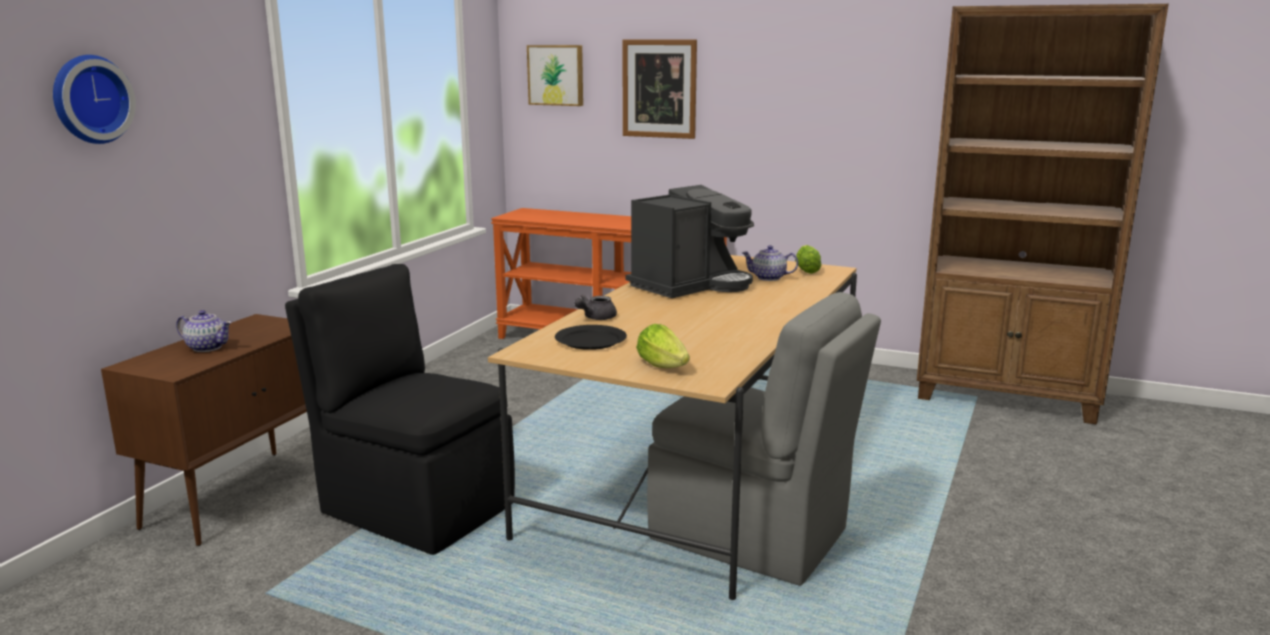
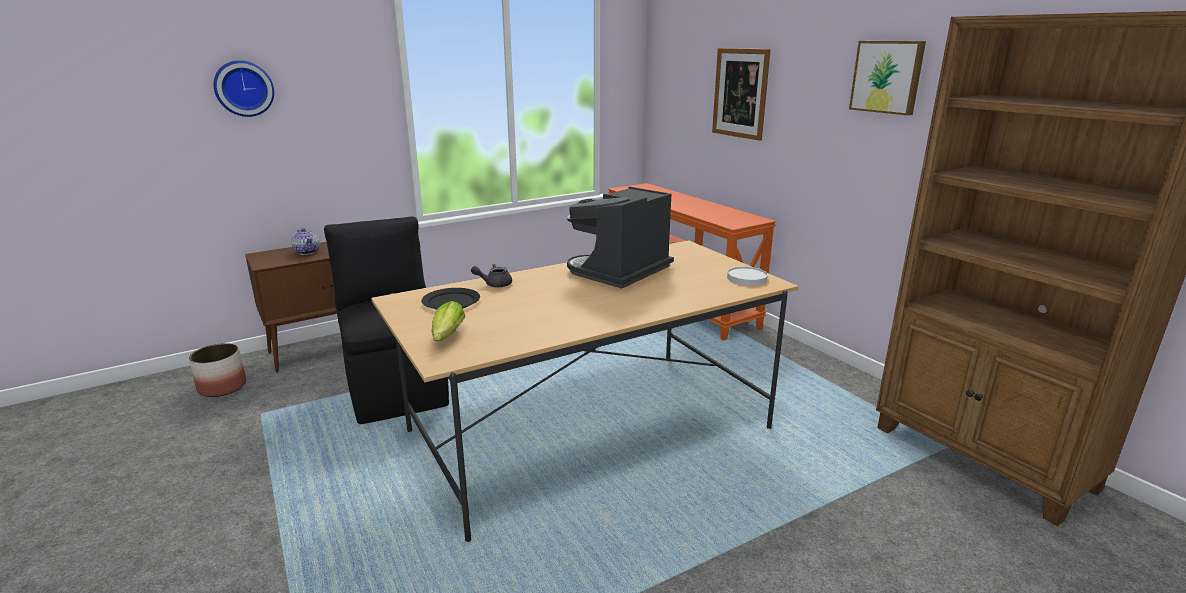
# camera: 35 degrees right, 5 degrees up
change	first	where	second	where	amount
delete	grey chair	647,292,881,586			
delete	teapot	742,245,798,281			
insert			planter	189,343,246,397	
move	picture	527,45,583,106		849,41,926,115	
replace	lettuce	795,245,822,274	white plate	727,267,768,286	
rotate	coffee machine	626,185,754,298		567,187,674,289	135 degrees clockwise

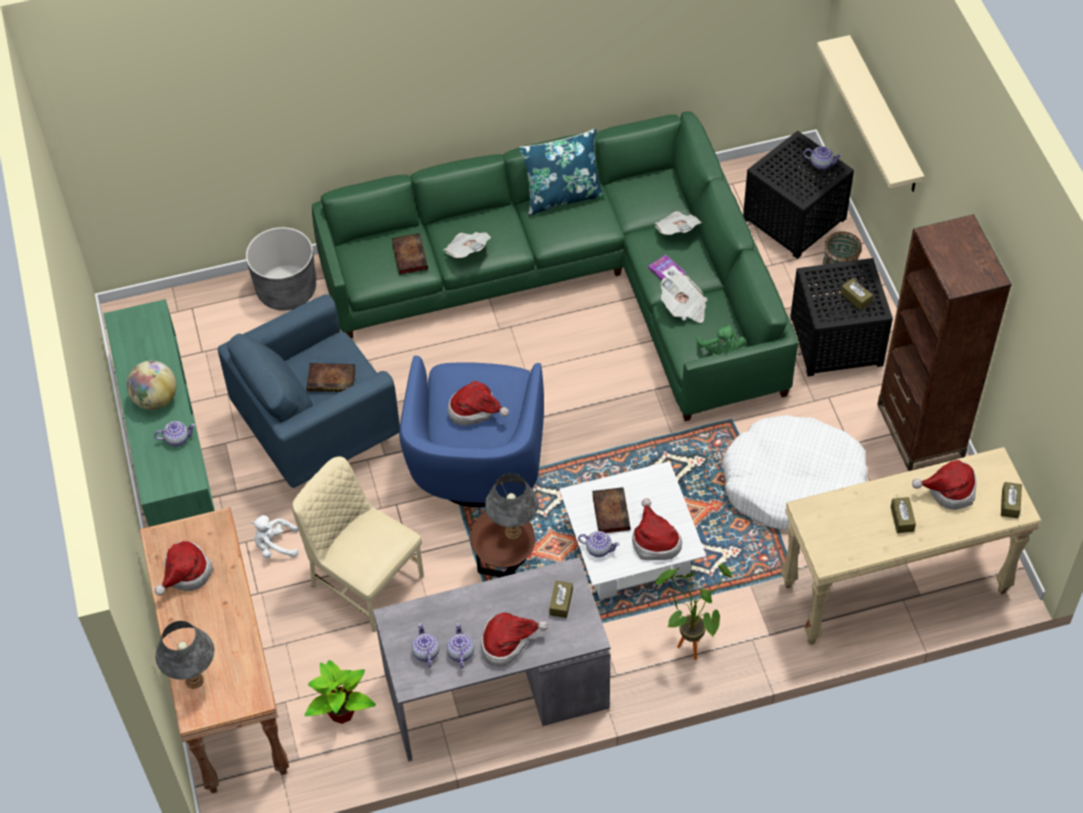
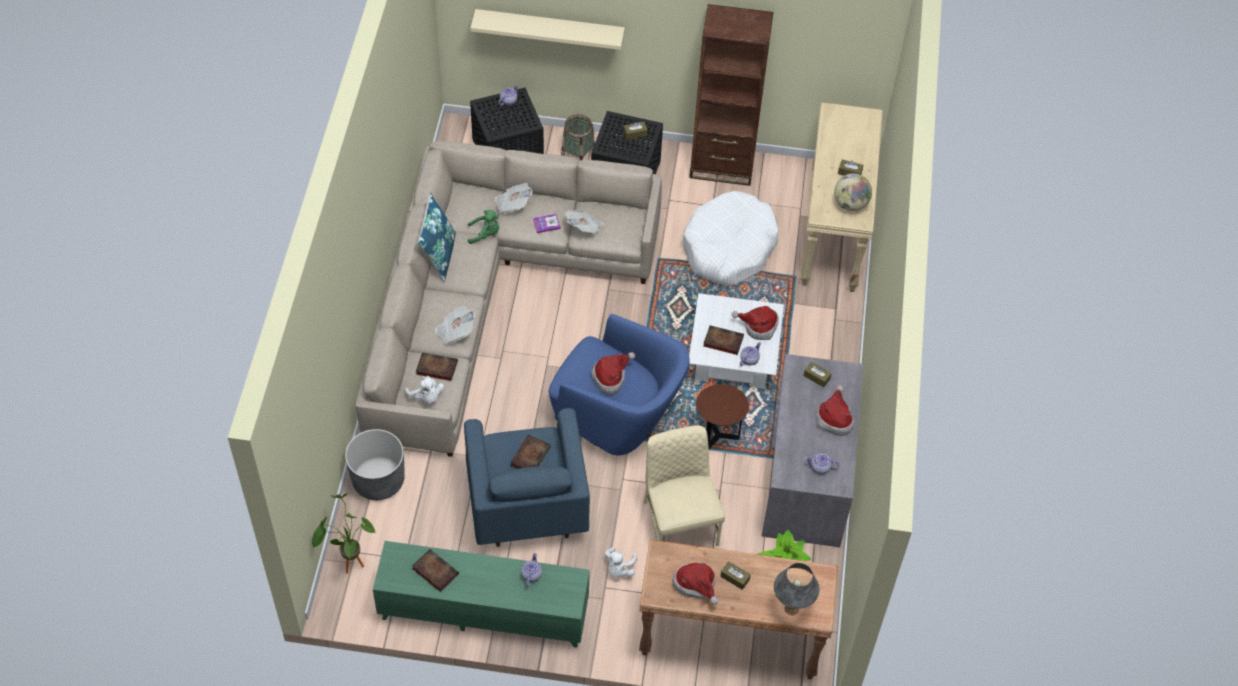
# camera: 70 degrees left, 0 degrees up
change	first	where	second	where	amount
delete	teapot	446,623,474,668			
delete	grey table lamp	485,473,539,540			
delete	hat	912,460,977,510			
insert			white plush toy	405,376,444,403	
insert			book	412,549,459,592	
move	globe	126,361,177,410		834,173,872,211	
move	potted plant	655,563,732,660		312,493,376,574	
move	green plush toy	697,324,745,354		468,210,499,244	
move	brown tissue box	1001,482,1022,518		720,561,751,590	
recolor	green sofa	312,112,799,421	beige sofa	356,141,662,457	
rotate	beige chair	292,457,424,633		644,425,725,546	105 degrees clockwise

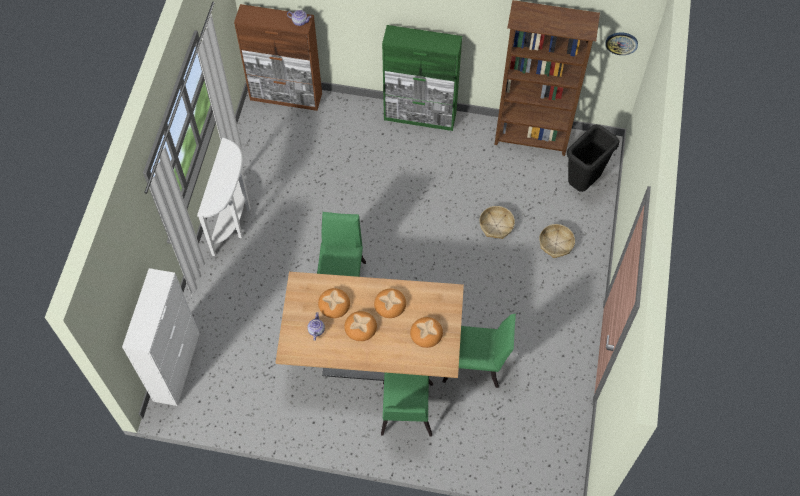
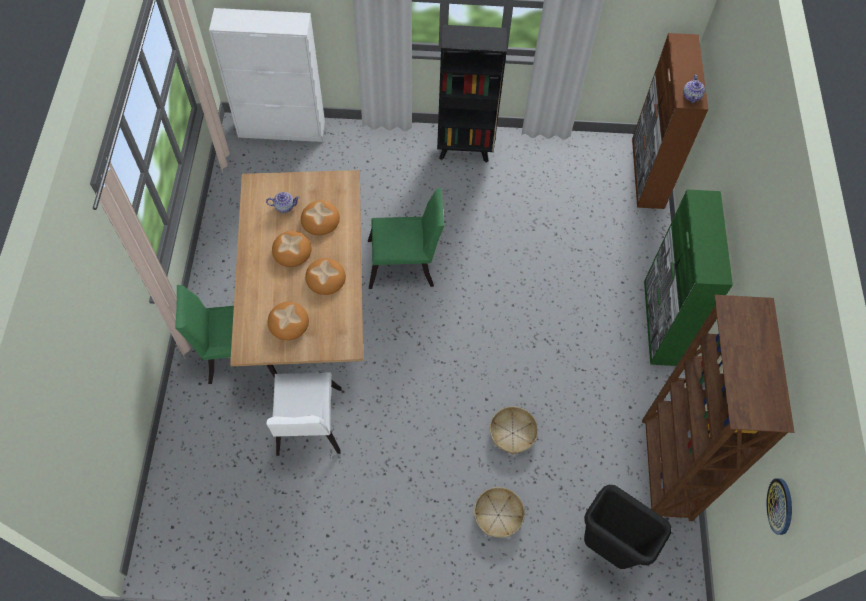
# camera: 80 degrees right, 0 degrees up
change	first	where	second	where	amount
replace	white console table	197,137,251,256	black bookcase	437,25,507,163	
recolor	green chair	443,314,516,388	white chair	266,372,342,456	

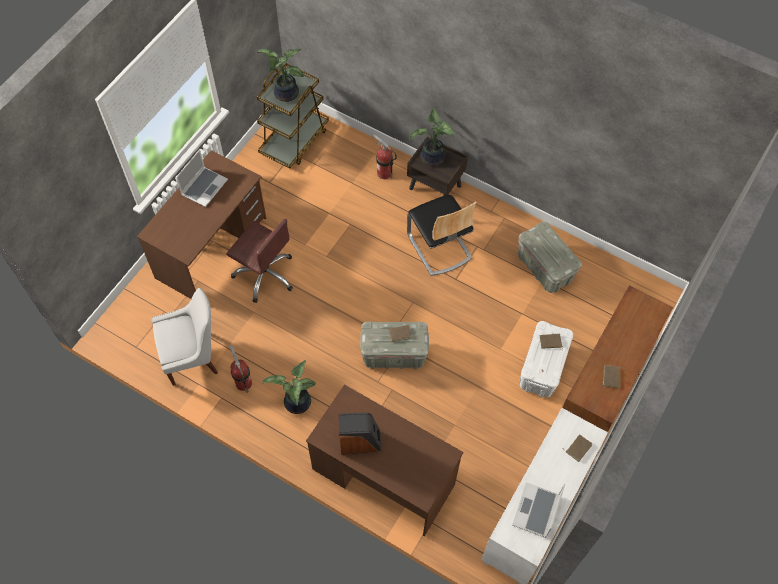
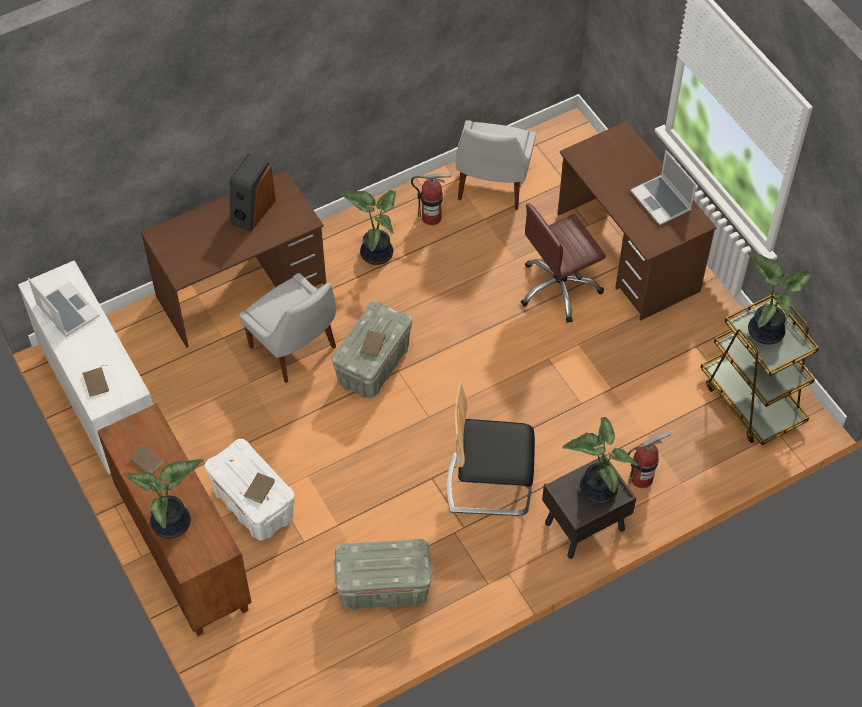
# camera: 120 degrees right, 5 degrees down
change	first	where	second	where	amount
insert			potted plant	125,459,204,539	
insert			white chair	239,273,336,383	

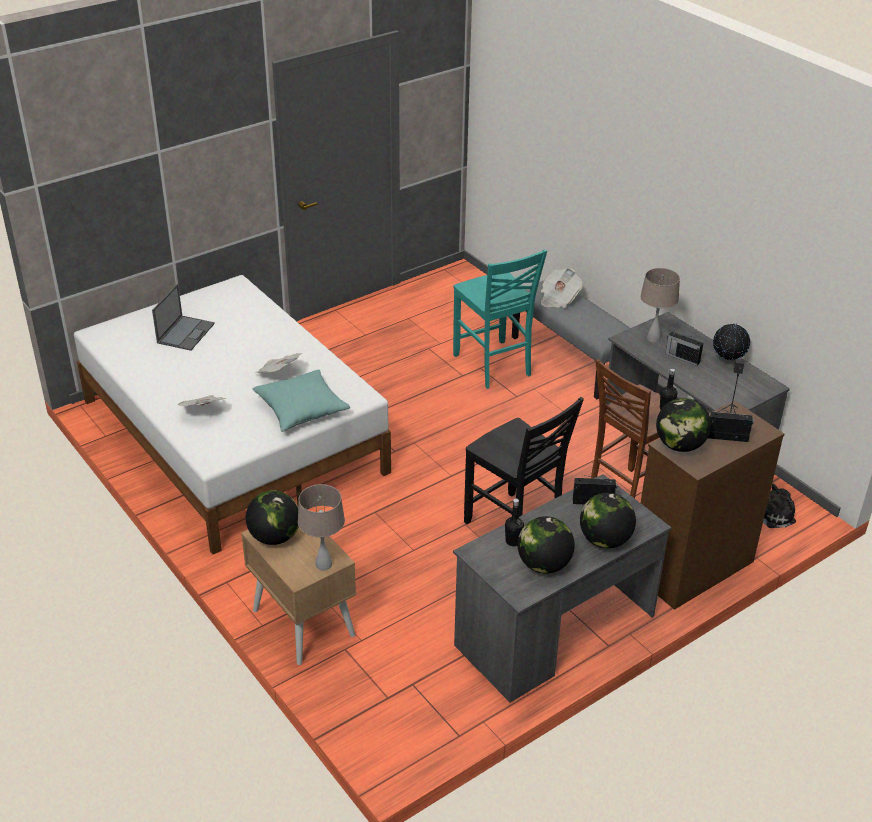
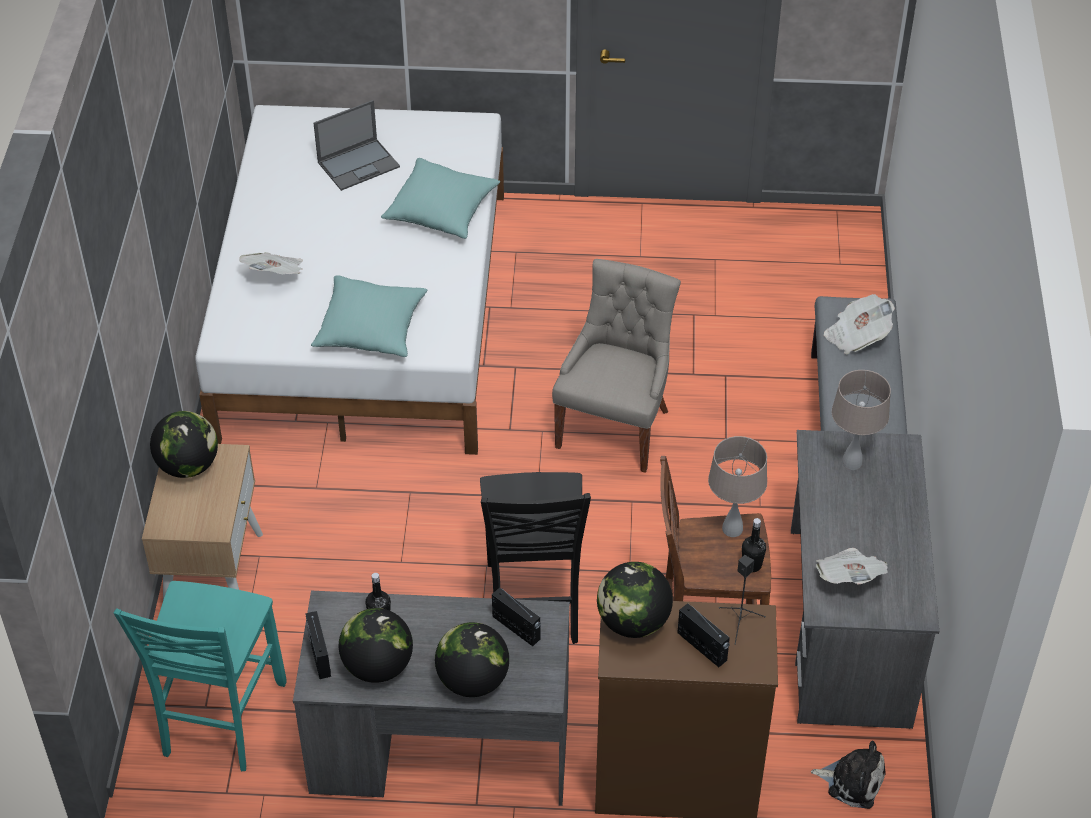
# camera: 40 degrees right, 10 degrees up
change	first	where	second	where	amount
delete	globe	713,323,750,361			
insert			turquoise pillow	381,158,500,239	
insert			grey chair	552,259,681,473	
move	newspaper	256,353,302,373		816,548,888,584	
move	beige table lamp	298,484,345,571		708,436,767,537	
move	turquoise chair	453,249,547,389		114,581,287,771	
move	radio	666,332,703,366		305,611,331,679	

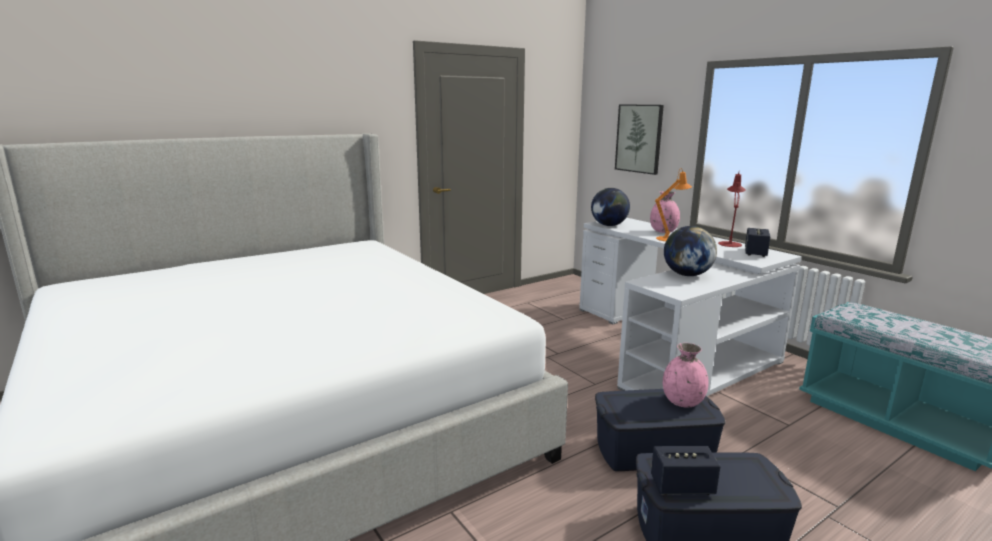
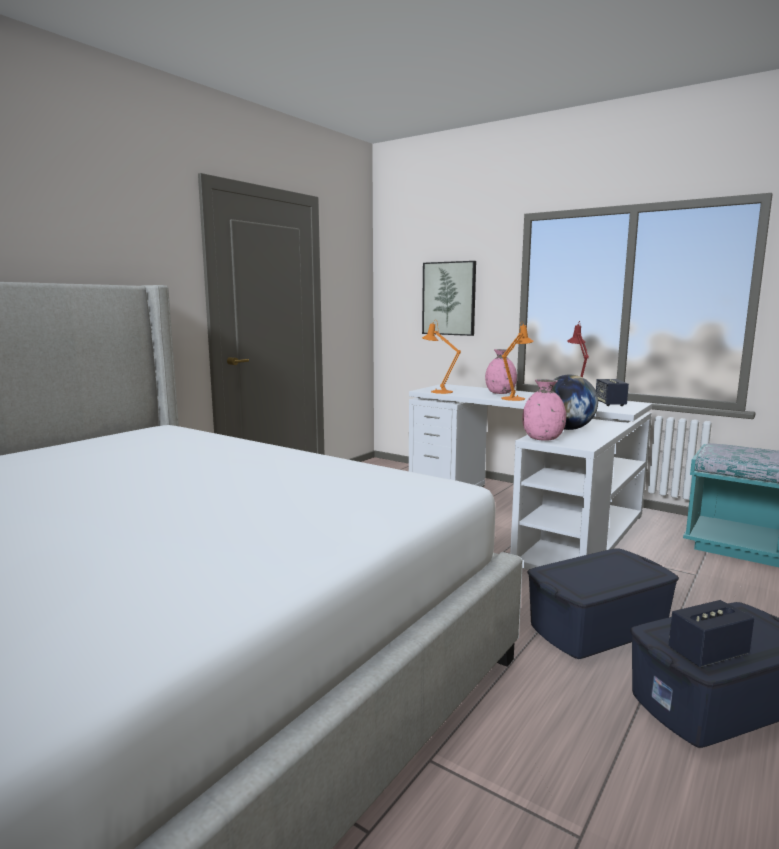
# camera: 20 degrees left, 5 degrees down
change	first	where	second	where	amount
move	pink vase	663,343,709,408		522,379,566,441	
replace	globe	591,188,630,226	orange table lamp	422,320,461,394	

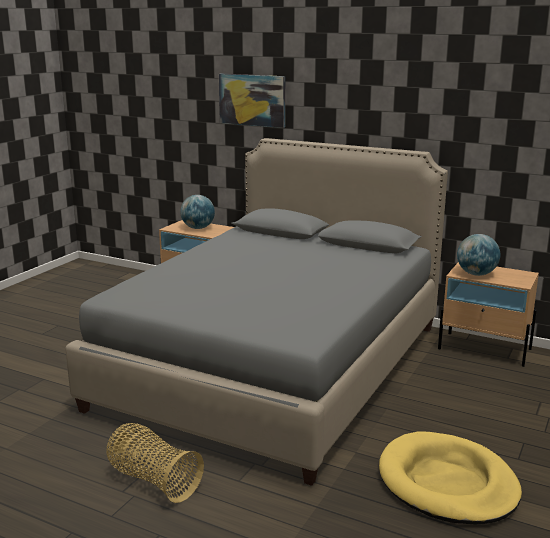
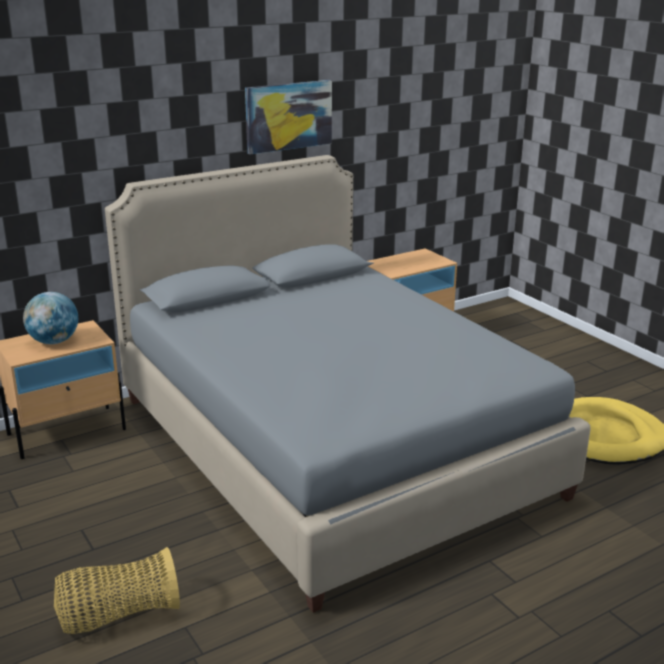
# camera: 60 degrees left, 5 degrees up
change	first	where	second	where	amount
delete	globe	457,234,500,276			
move	basket	106,423,204,503		54,547,180,634	
move	picture	219,74,285,128		245,80,332,155	

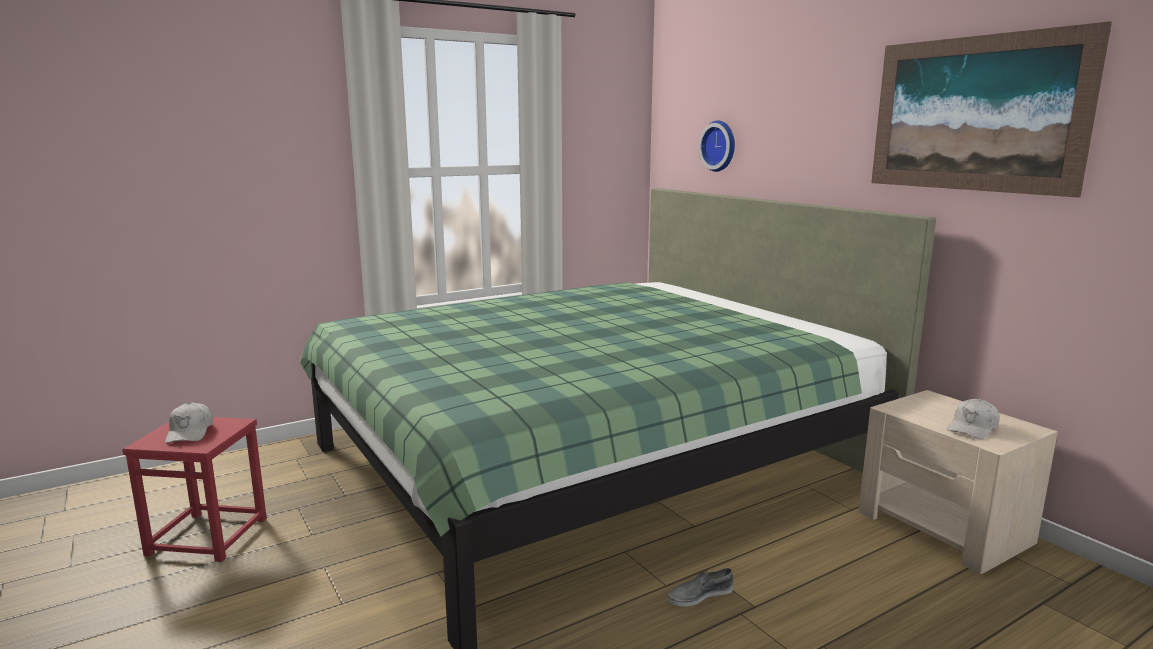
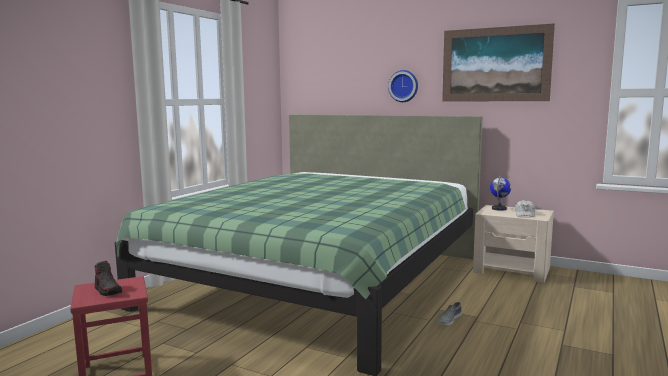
# camera: 30 degrees left, 5 degrees down
change	first	where	second	where	amount
insert			globe	490,176,511,211	
move	wall clock	698,121,735,172		388,70,418,102	
replace	white cap	165,402,213,443	shoe	94,261,122,296	

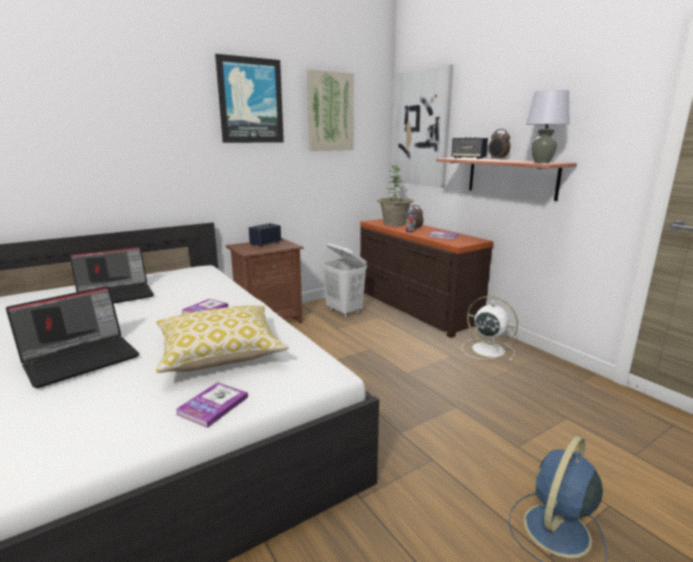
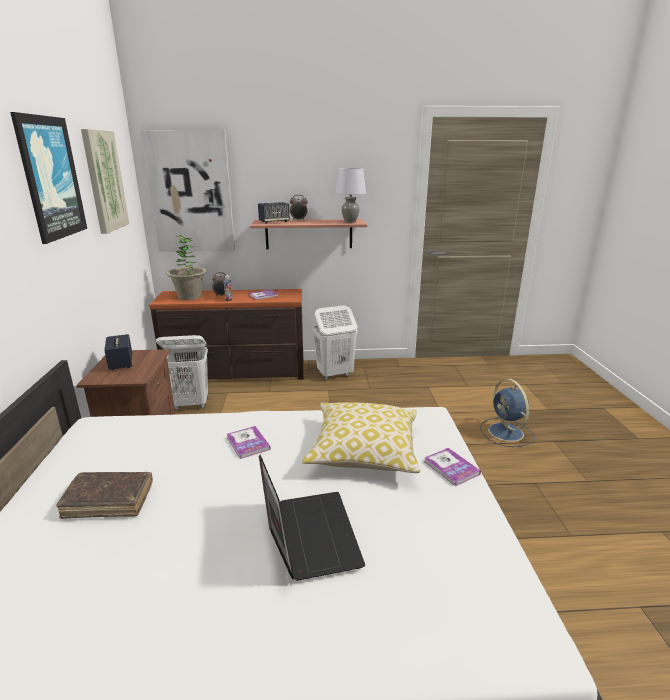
# camera: 60 degrees left, 5 degrees up
change	first	where	second	where	amount
replace	laptop	69,246,154,303	brown book	56,472,153,519	
replace	white fan	461,296,518,361	white laundry basket	312,305,358,380	

